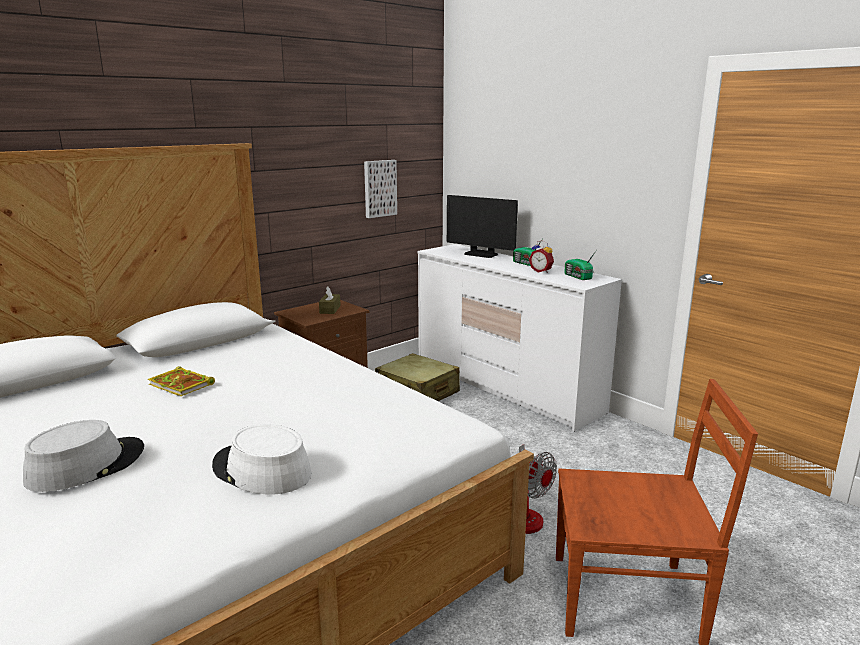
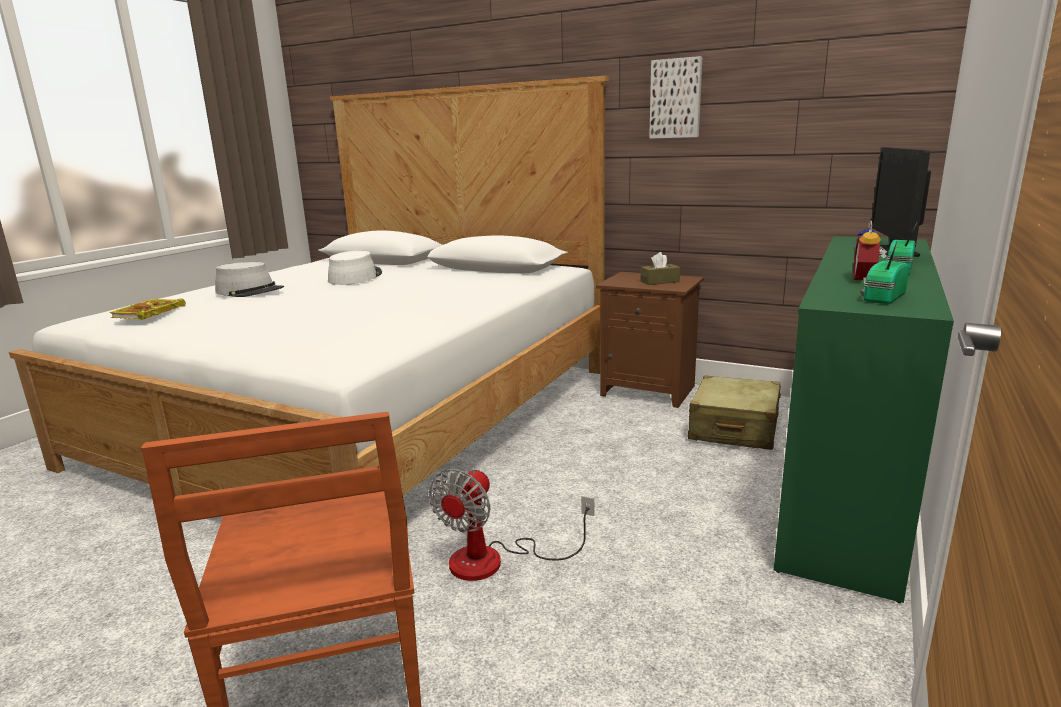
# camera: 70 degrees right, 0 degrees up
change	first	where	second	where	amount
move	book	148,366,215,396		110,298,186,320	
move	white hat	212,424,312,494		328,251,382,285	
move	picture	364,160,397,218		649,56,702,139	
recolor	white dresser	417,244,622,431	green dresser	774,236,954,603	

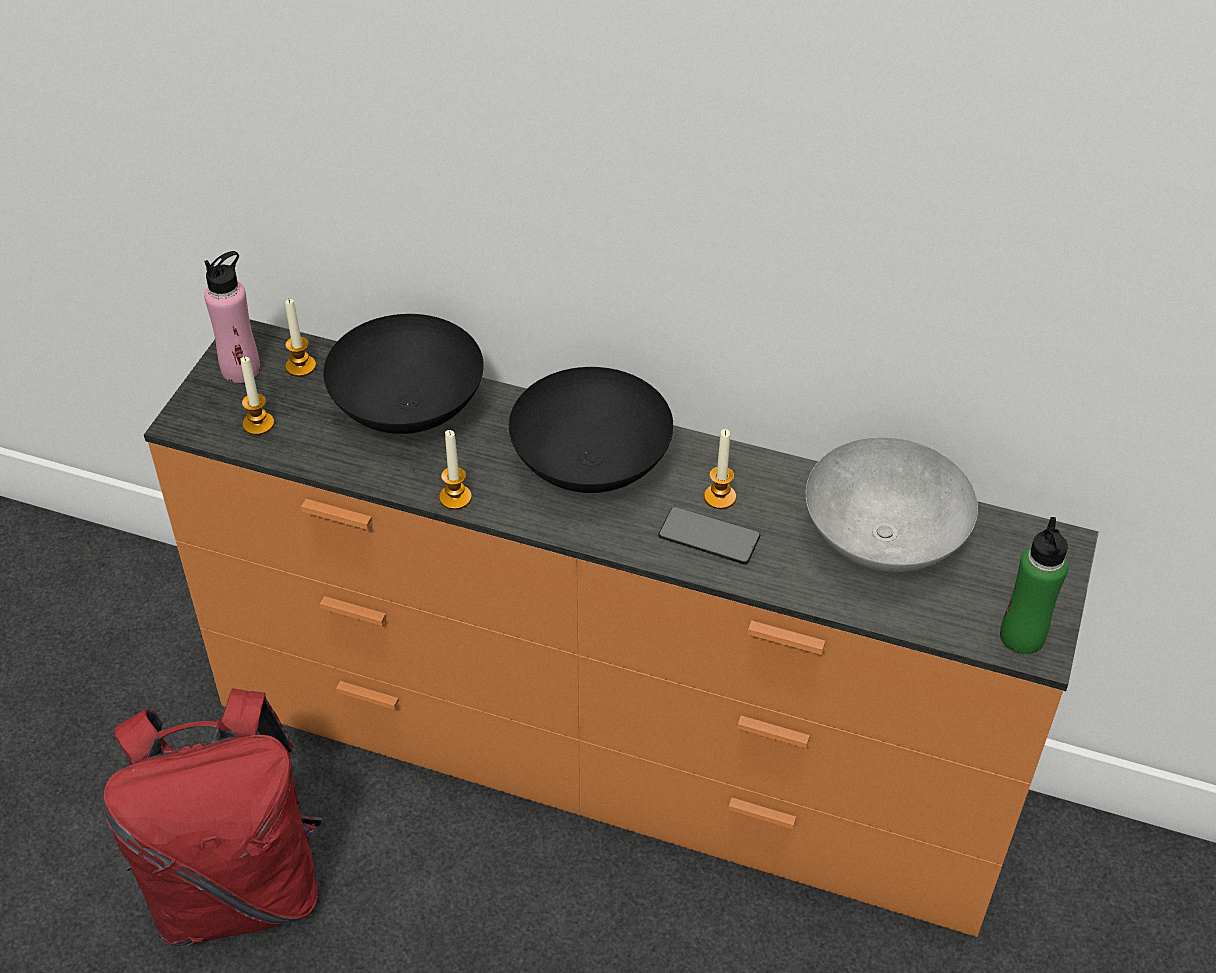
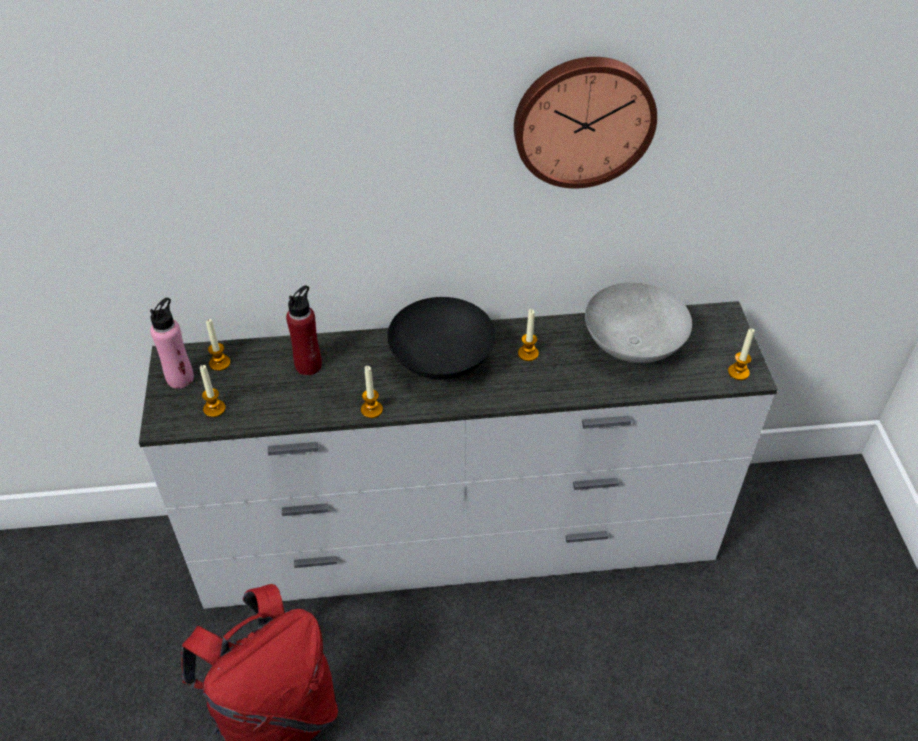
# camera: 25 degrees left, 0 degrees up
change	first	where	second	where	amount
delete	phone	658,506,760,564			
insert			wall clock	514,57,657,188	
replace	black bowl	323,314,484,434	red bottle	286,285,322,375	
replace	green bottle	1000,517,1069,654	candle	728,328,755,380	
recolor	orange dresser	144,319,1099,937	white dresser	139,301,778,609	

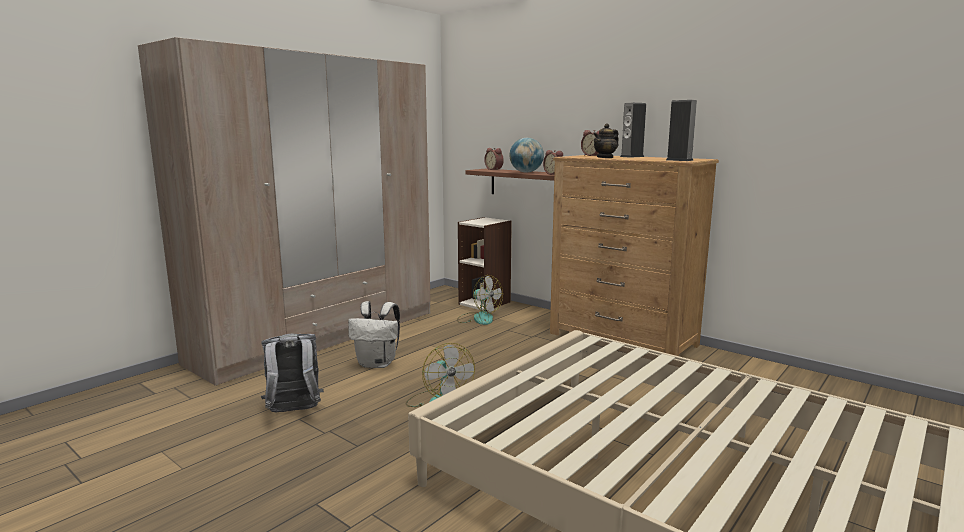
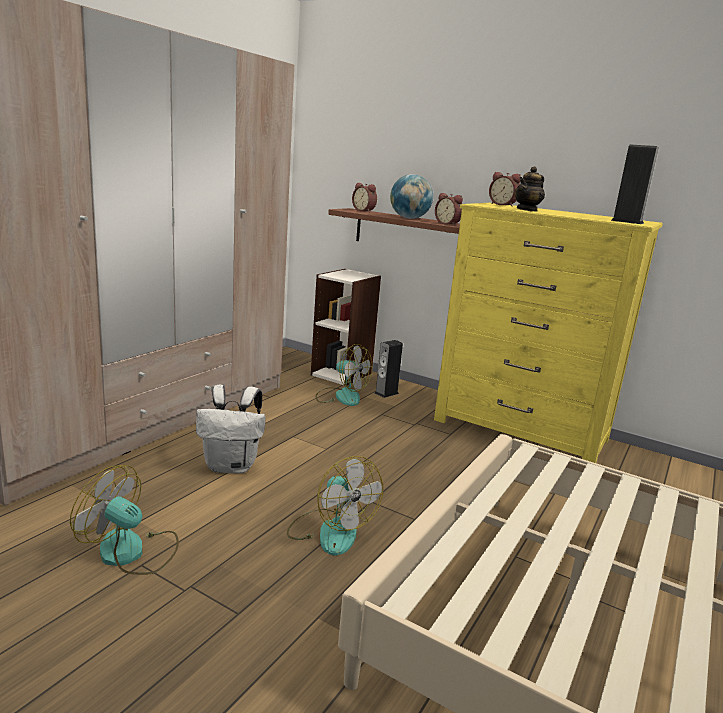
# camera: 10 degrees left, 5 degrees up
change	first	where	second	where	amount
move	speaker	620,103,646,158		375,340,403,398	
replace	grey backpack	261,334,324,413	fan	70,465,179,575	
recolor	brown dresser	550,155,719,356	yellow dresser	434,203,663,463	

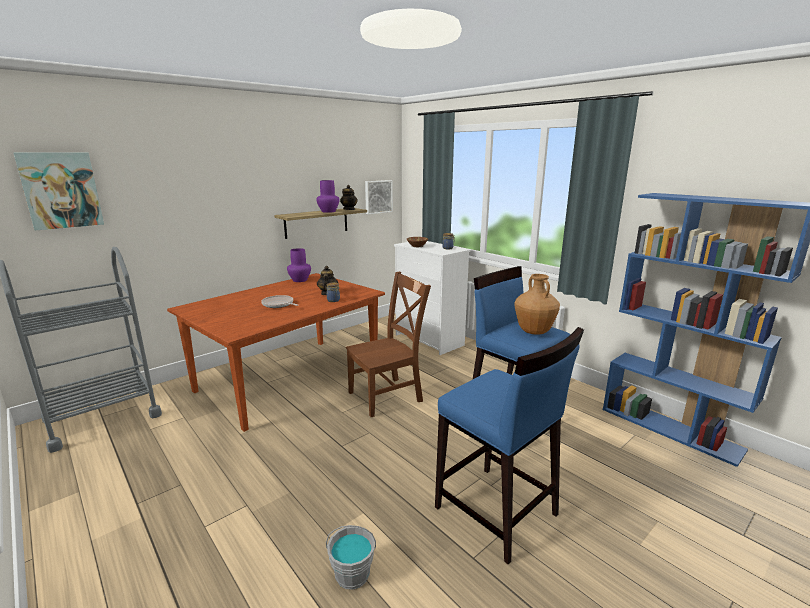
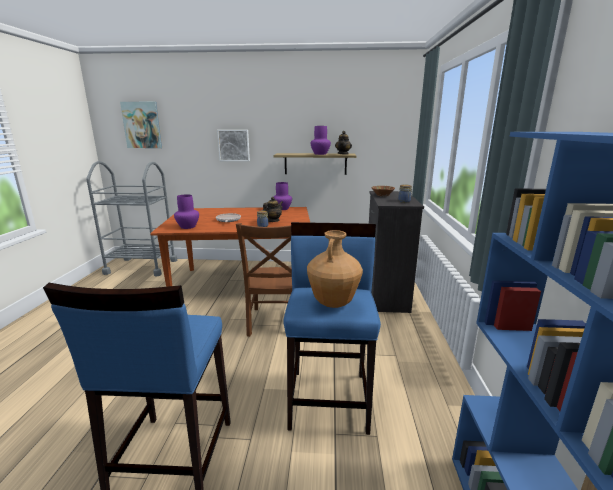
# camera: 45 degrees right, 0 degrees up
change	first	where	second	where	amount
delete	grey bucket	326,525,376,590			
insert			purple vase	174,195,199,229	
move	picture	365,180,393,214		217,130,250,161	
recolor	white dresser	394,241,470,355	black dresser	369,191,424,313	
rotate	brown chair	346,272,431,417		236,223,292,337	75 degrees clockwise

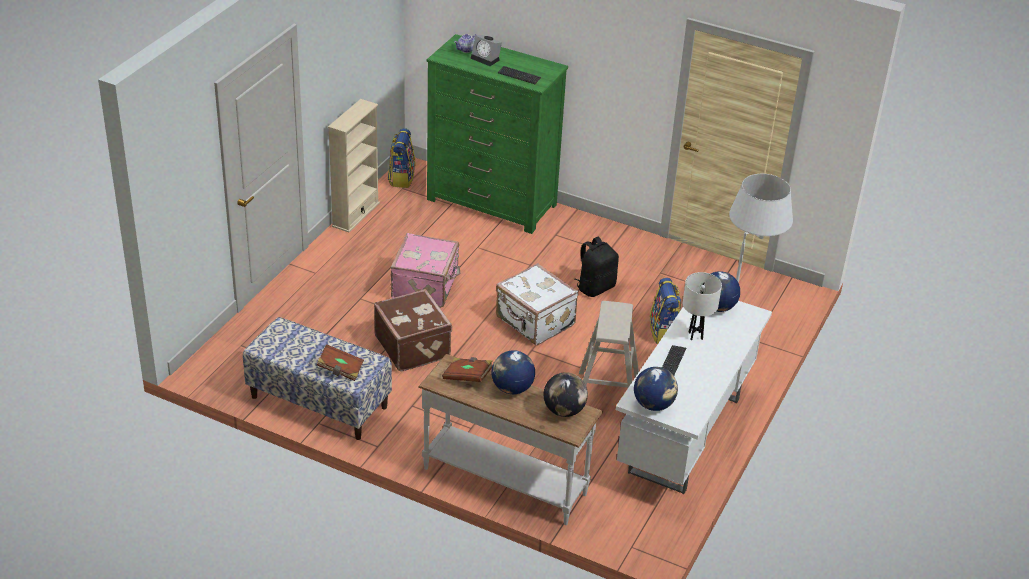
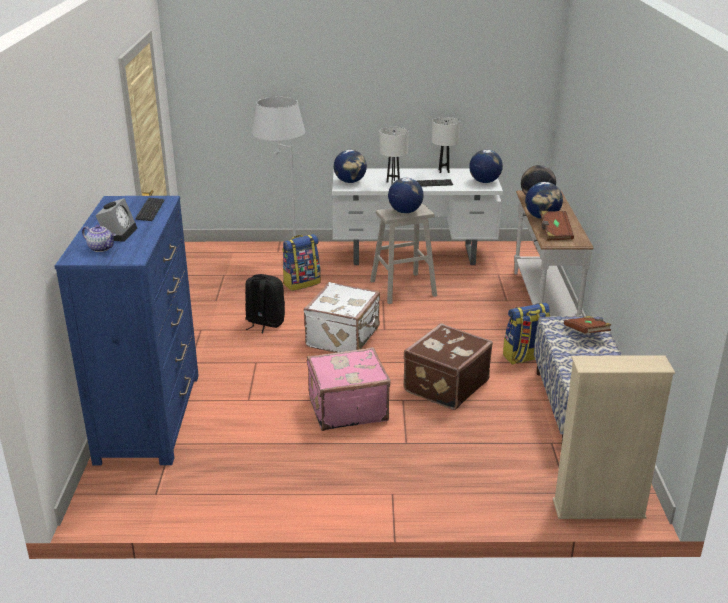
# camera: 115 degrees left, 10 degrees down
change	first	where	second	where	amount
insert			globe	388,178,424,213	
insert			white table lamp	432,117,460,173	
move	beige bookcase	328,99,380,232		553,356,675,519	
move	backpack	388,128,415,188		503,303,550,365	
recolor	green dresser	426,34,568,234	blue dresser	54,196,199,465	

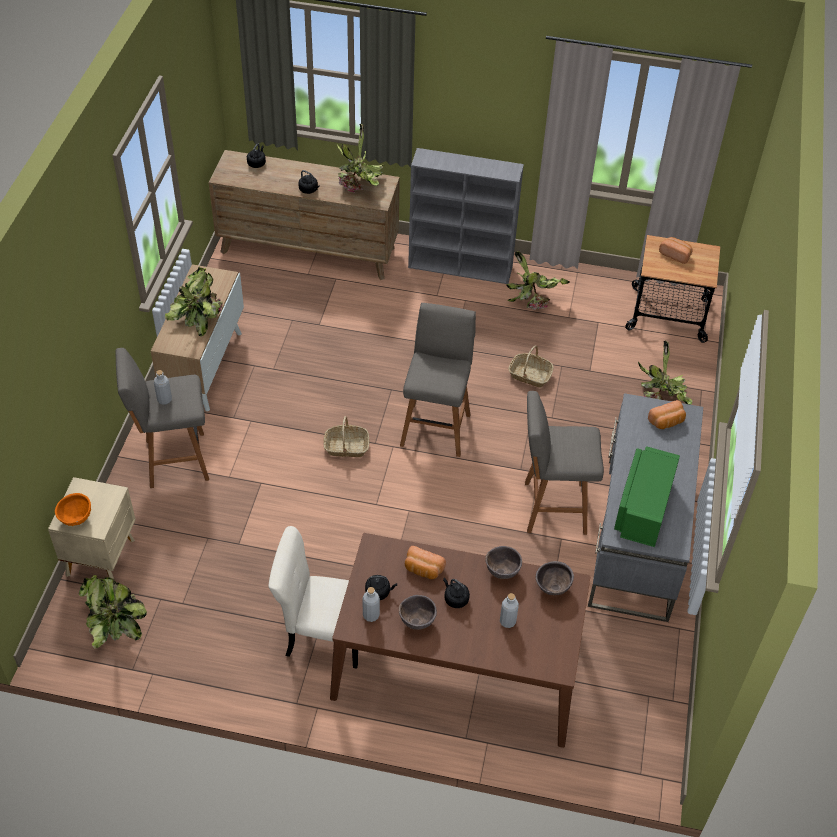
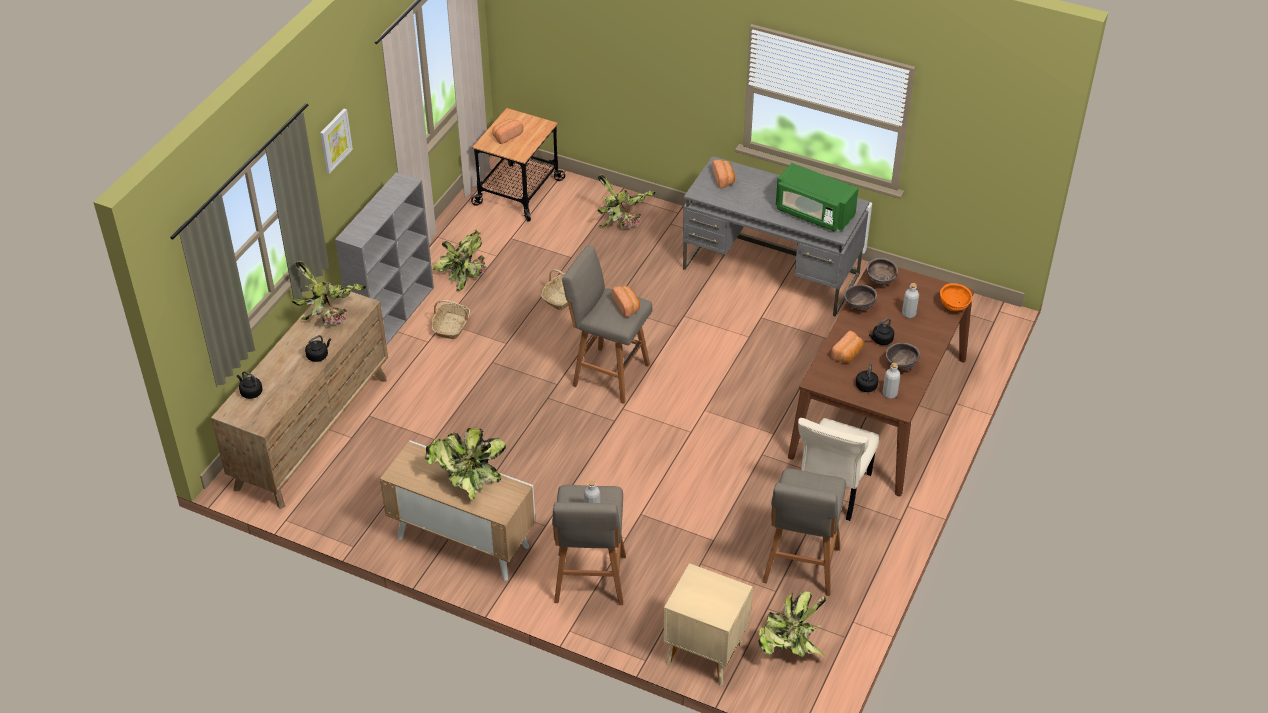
# camera: 75 degrees left, 5 degrees down
change	first	where	second	where	amount
insert			picture	320,109,353,174	
insert			bread	612,286,640,317	
move	orange bowl	55,493,91,526		940,283,972,312	
move	basket	323,416,369,457		431,300,470,339	
move	grey stool	525,391,604,535		762,468,846,596	

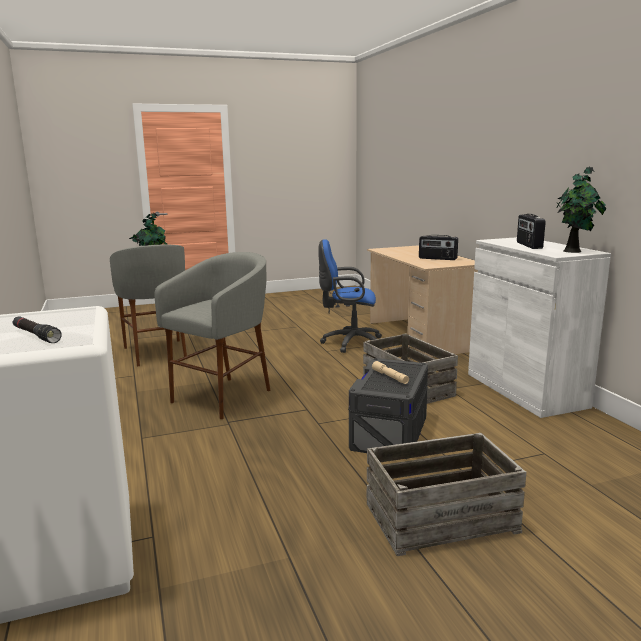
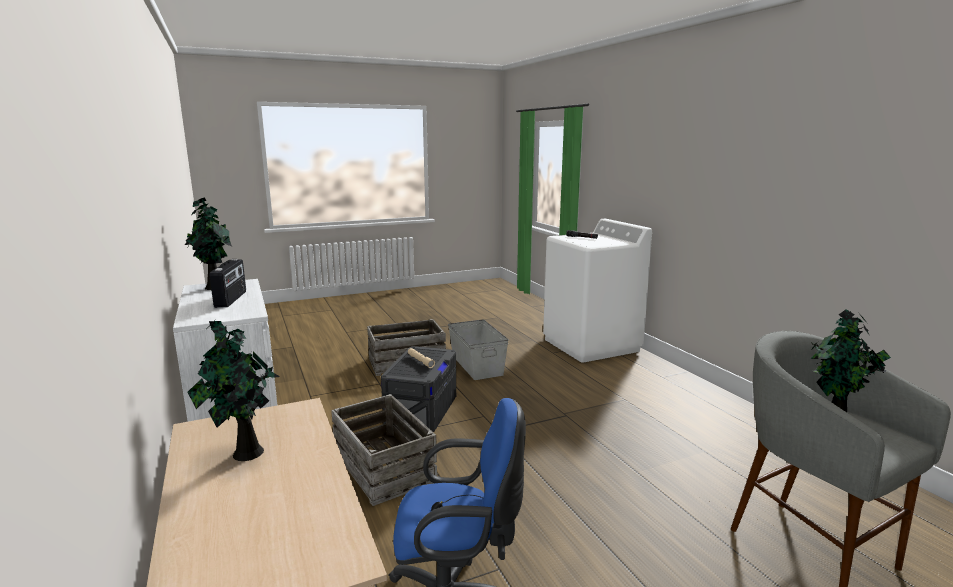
# camera: 175 degrees right, 0 degrees up
change	first	where	second	where	amount
delete	grey stool	155,252,270,419			
insert			grey storage box	448,319,509,380	
replace	radio	419,235,458,260	potted plant	187,318,280,461	

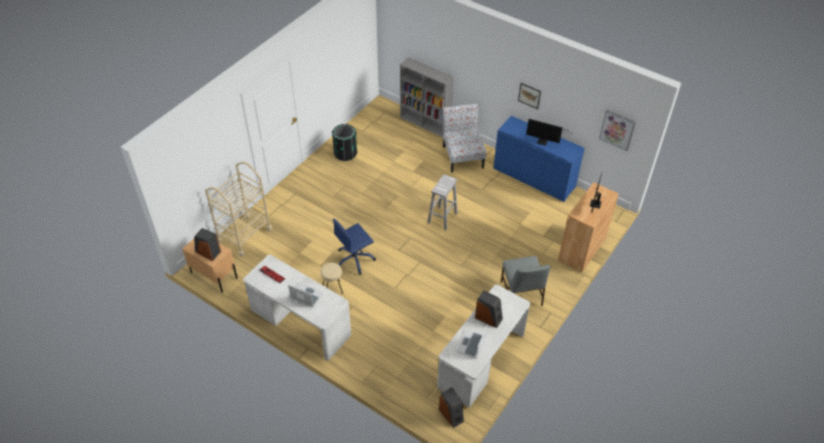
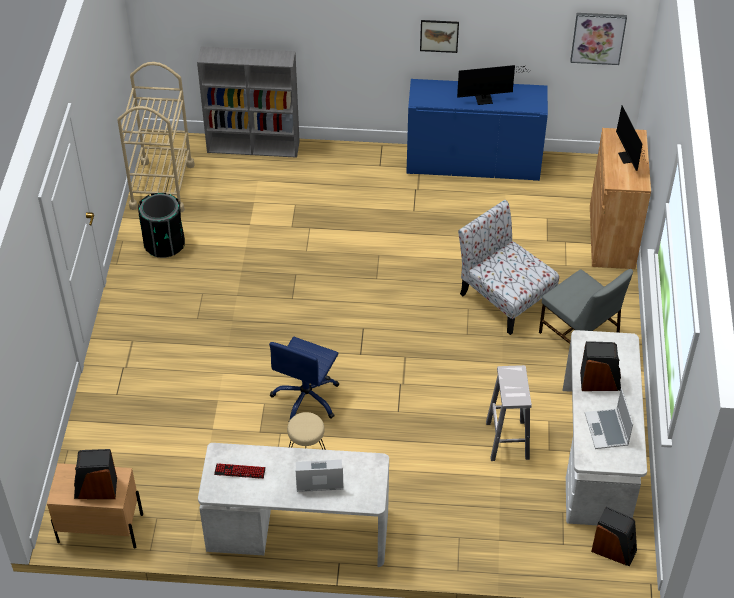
# camera: 30 degrees left, 0 degrees up
change	first	where	second	where	amount
move	beige cart	205,162,272,257		117,62,195,212	
move	white stool	428,174,458,230		486,365,532,461	
move	chair	443,104,486,173		458,200,559,335	

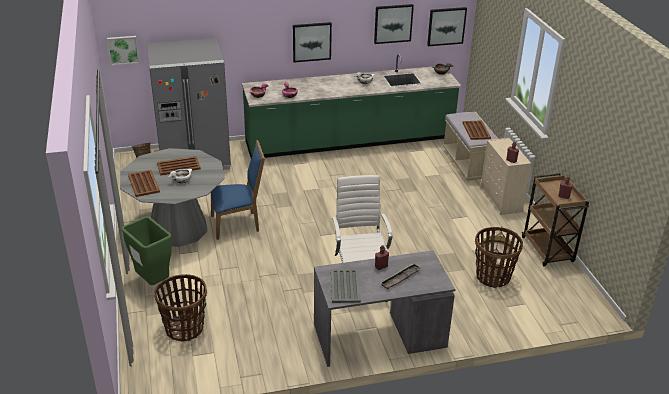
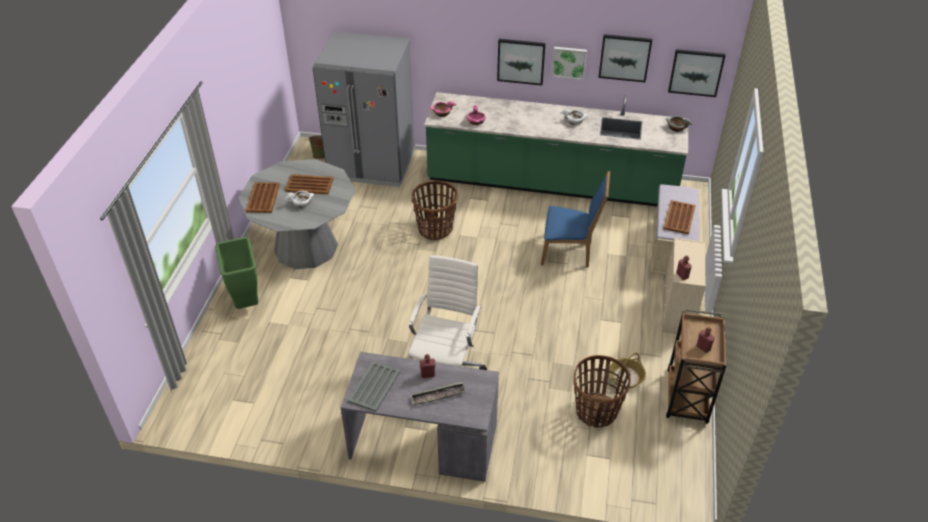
# camera: 25 degrees right, 10 degrees up
change	first	where	second	where	amount
move	picture	107,36,139,65		552,47,587,80	
move	basket	154,274,207,341		411,181,458,240	
move	blue chair	211,140,265,240		541,171,610,267	

